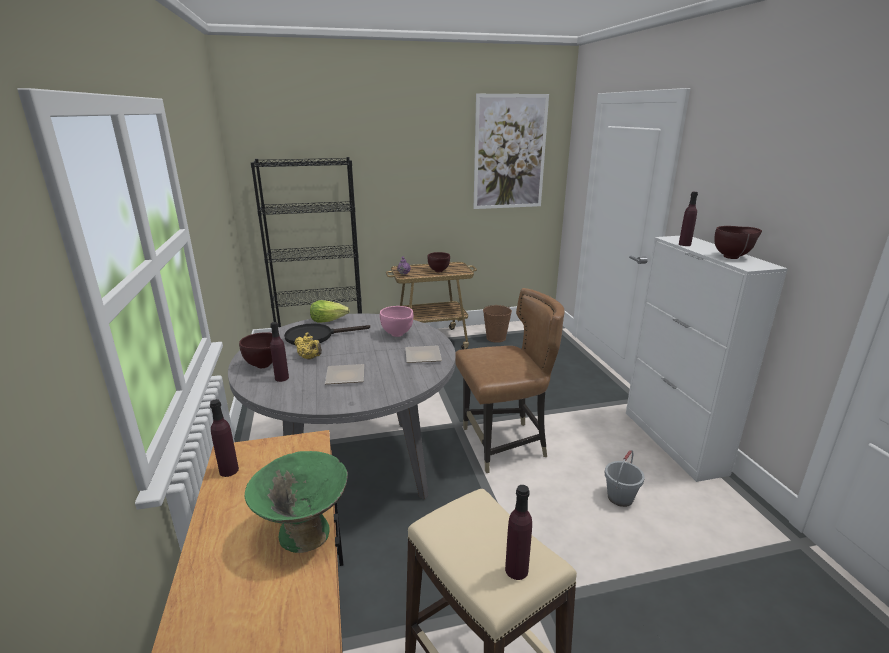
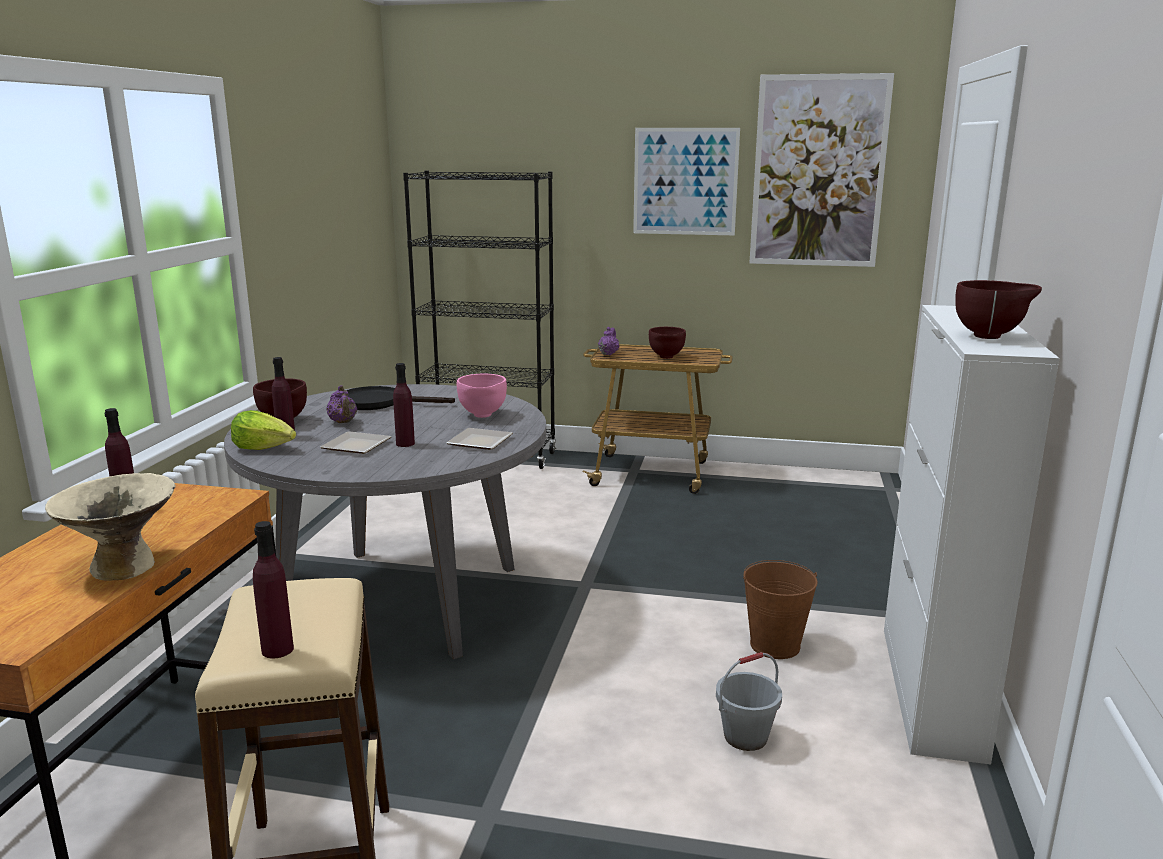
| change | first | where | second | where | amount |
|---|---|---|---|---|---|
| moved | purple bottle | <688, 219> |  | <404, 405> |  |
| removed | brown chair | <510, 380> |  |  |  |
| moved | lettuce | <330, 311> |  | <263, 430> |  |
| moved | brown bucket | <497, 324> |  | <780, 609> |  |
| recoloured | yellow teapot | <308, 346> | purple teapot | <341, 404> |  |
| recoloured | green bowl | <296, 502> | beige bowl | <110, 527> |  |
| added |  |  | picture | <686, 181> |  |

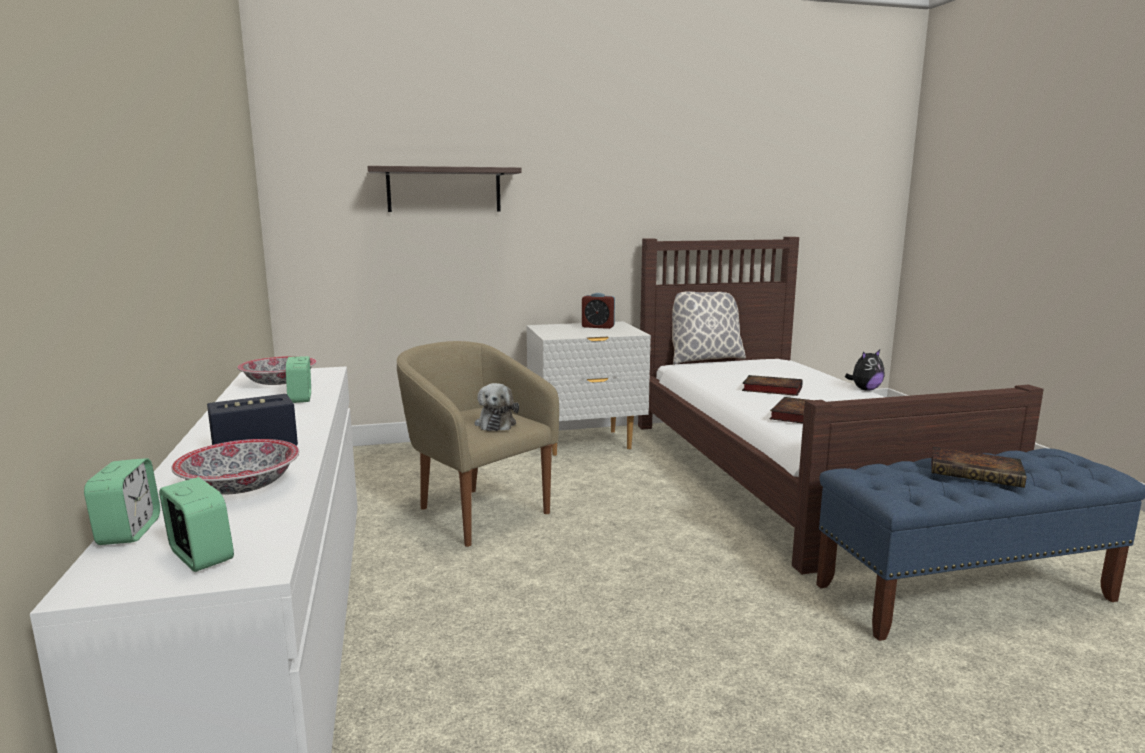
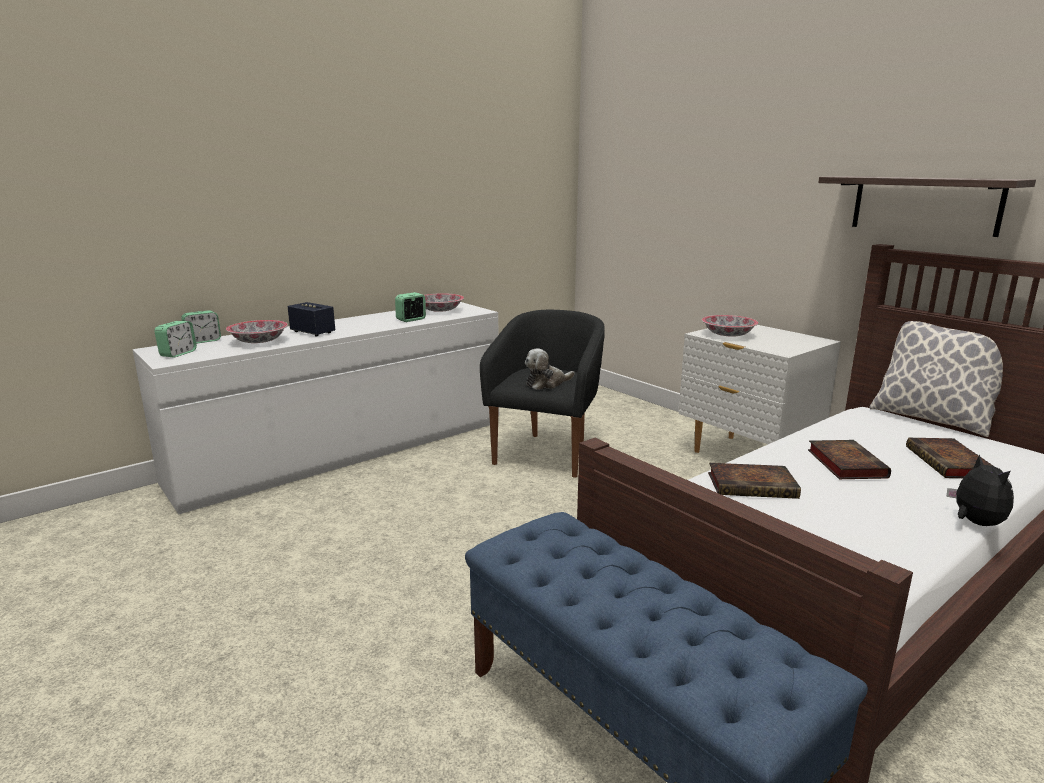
| change | first | where | second | where | amount |
|---|---|---|---|---|---|
| moved | shelf | <445, 189> |  | <927, 206> |  |
| removed | alarm clock | <598, 311> |  |  |  |
| recoloured | beige armchair | <478, 444> | black armchair | <542, 394> |  |
| turned | plush toy | <865, 370> |  | <980, 490> | 135 degrees counterclockwise |
| moved | book | <979, 467> |  | <950, 458> |  |
| added |  |  | bowl | <730, 326> |  |

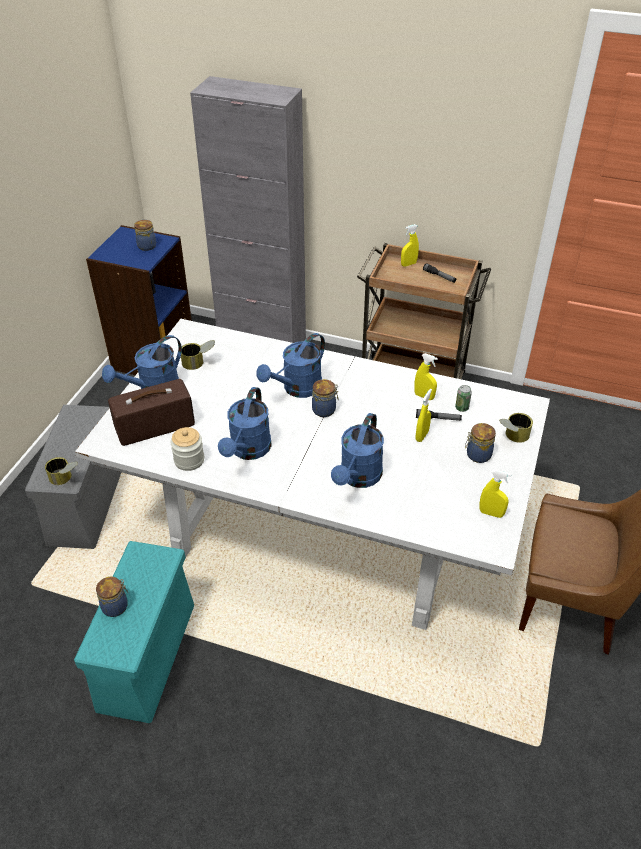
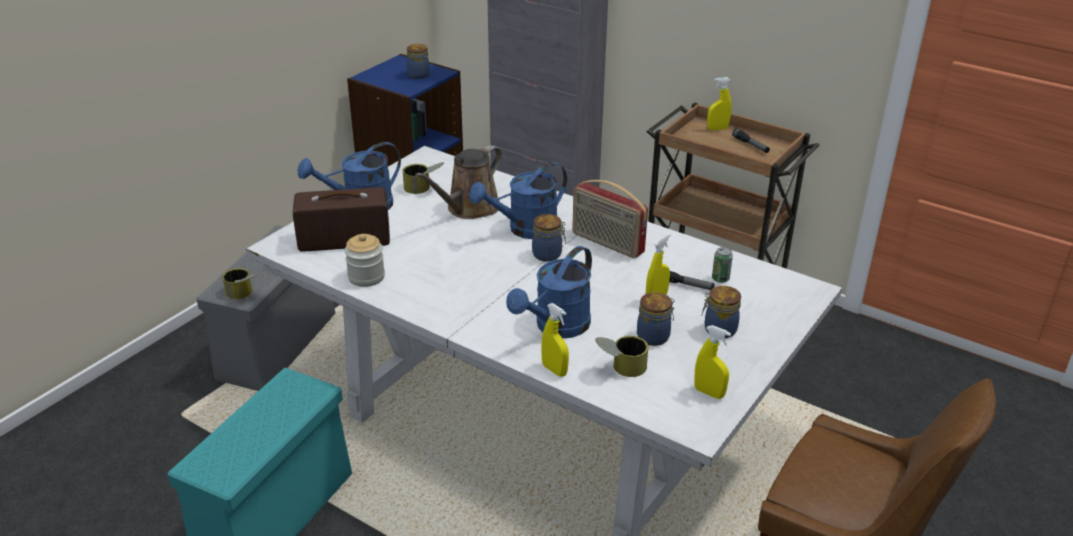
| change | first | where | second | where | amount |
|---|---|---|---|---|---|
| moved | yellow spray bottle | <426, 376> |  | <555, 340> |  |
| removed | blue watering can | <245, 423> |  |  |  |
| moved | can | <516, 428> |  | <622, 356> |  |
| moved | jar | <112, 597> |  | <656, 319> |  |
| added |  |  | brown watering can | <458, 182> |  |
| added |  |  | radio | <610, 219> |  |

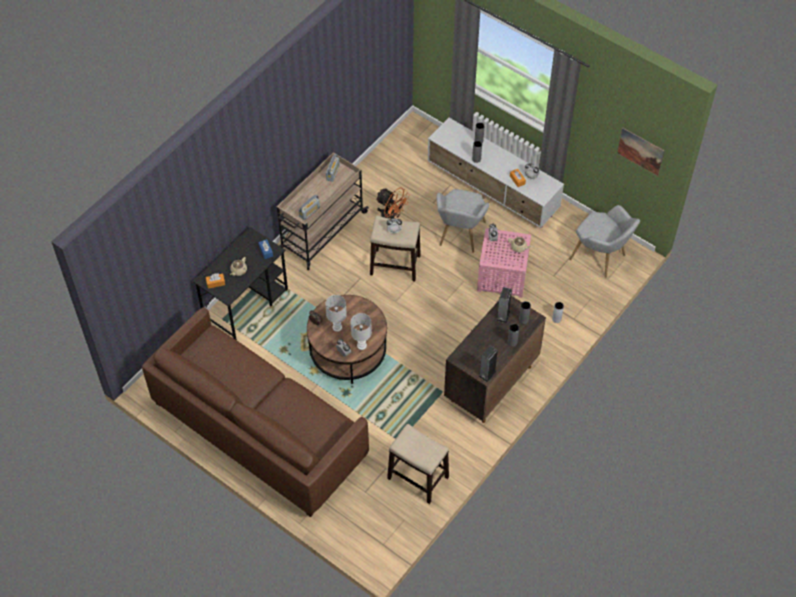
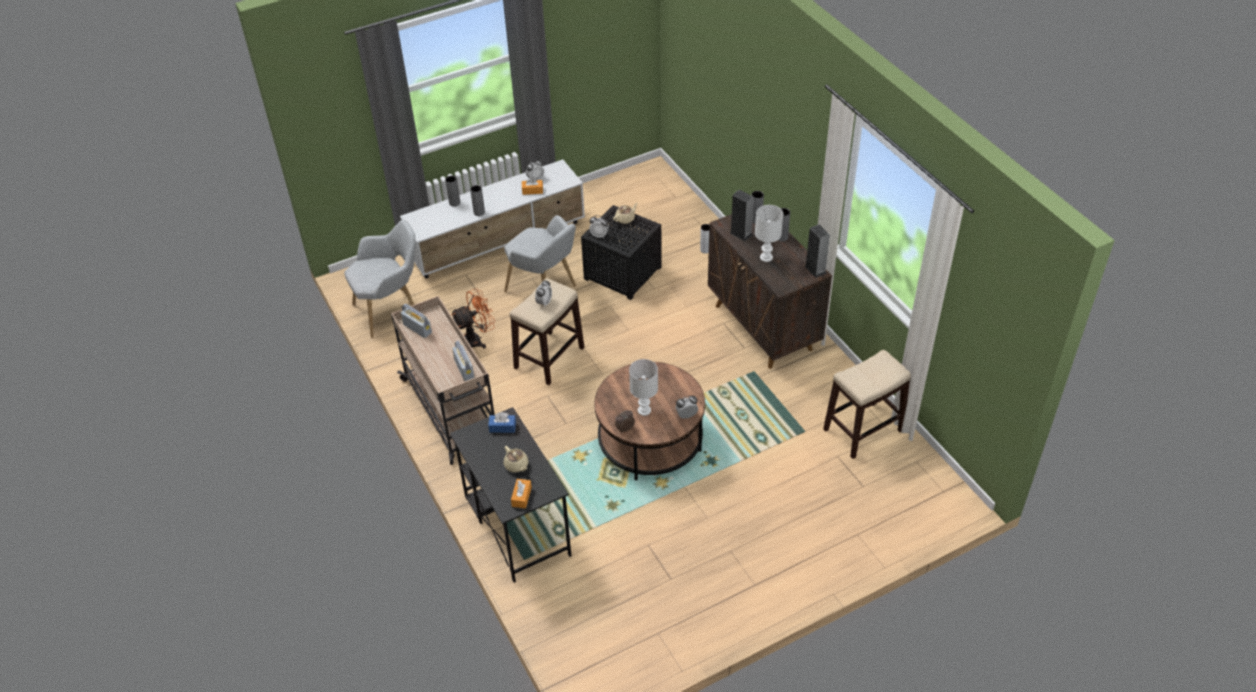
| change | first | where | second | where | amount |
|---|---|---|---|---|---|
| removed | picture | <641, 152> |  |  |  |
| moved | grey armchair | <604, 241> |  | <379, 279> |  |
| recoloured | pink side table | <504, 263> | black side table | <621, 252> |  |
| removed | brown sofa | <255, 412> |  |  |  |
| moved | white table lamp | <361, 331> |  | <769, 233> |  |

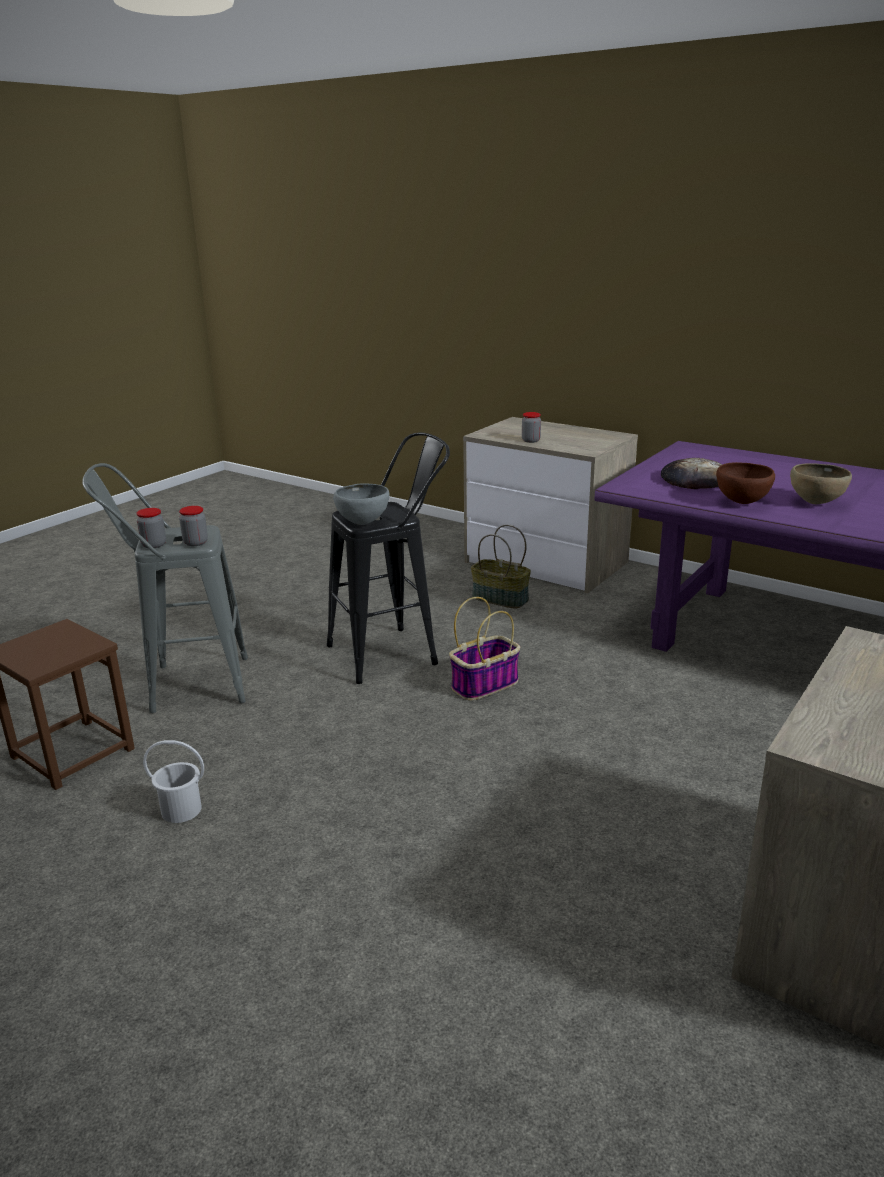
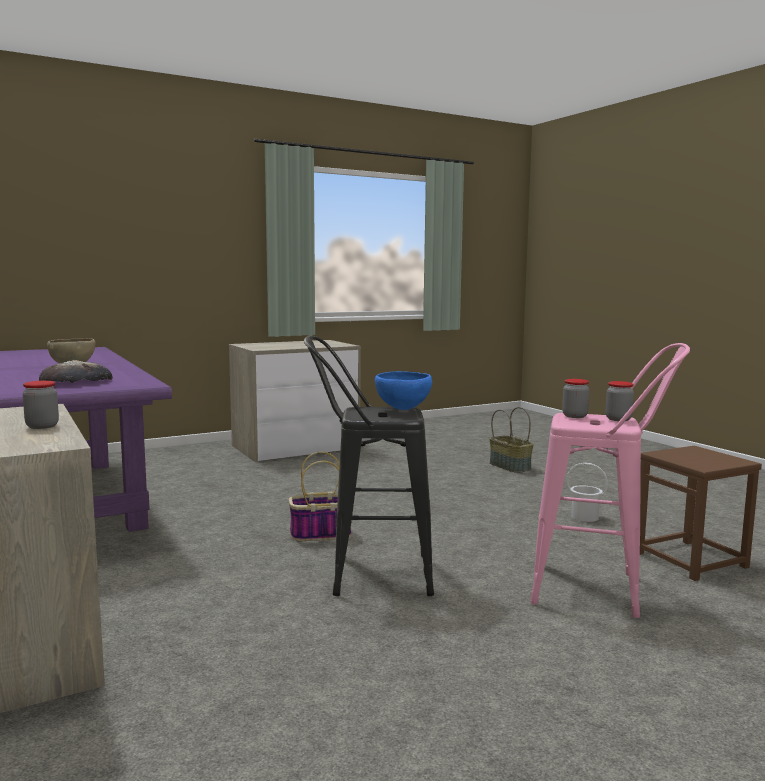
| change | first | where | second | where | amount |
|---|---|---|---|---|---|
| removed | brown bowl | <745, 483> |  |  |  |
| recoloured | grey stool | <165, 588> | pink stool | <610, 480> |  |
| recoloured | grey bowl | <361, 504> | blue bowl | <403, 390> |  |
| moved | basket | <501, 566> |  | <511, 440> |  |

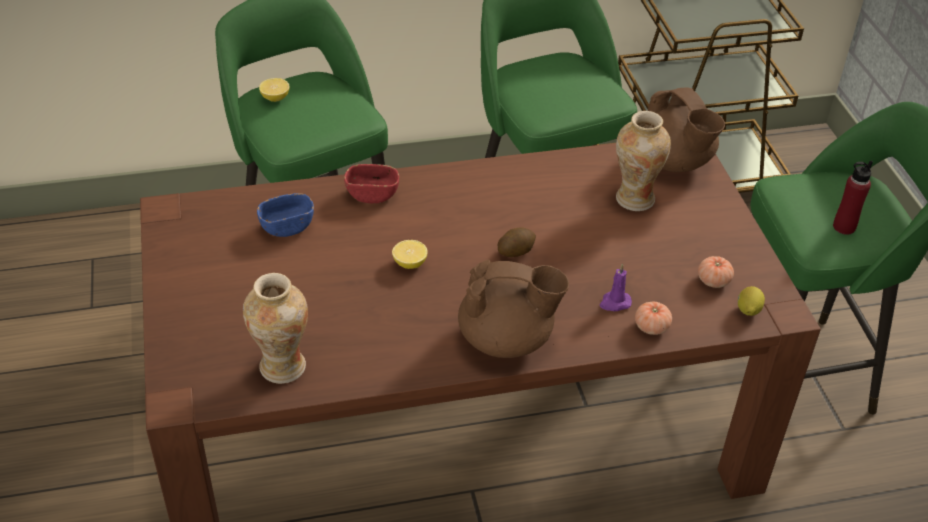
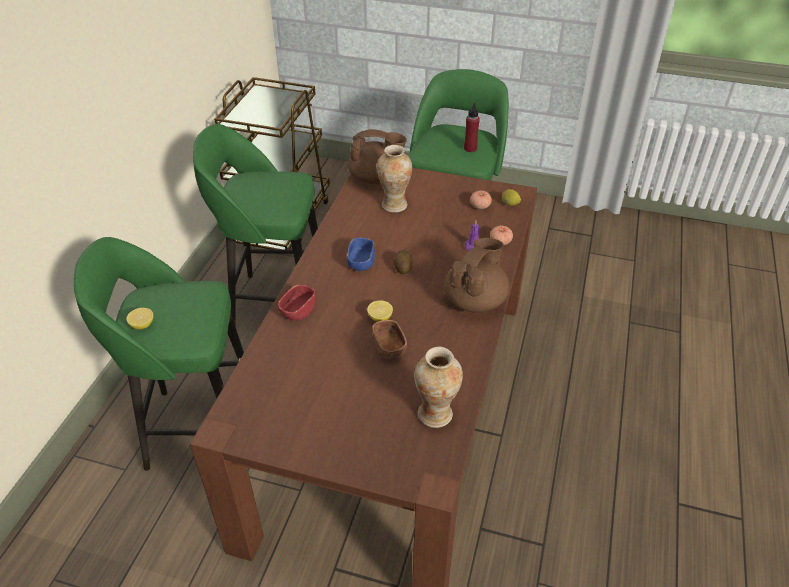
| change | first | where | second | where | amount |
|---|---|---|---|---|---|
| moved | blue bowl | <285, 215> |  | <361, 254> |  |
| added |  |  | brown bowl | <389, 339> |  |

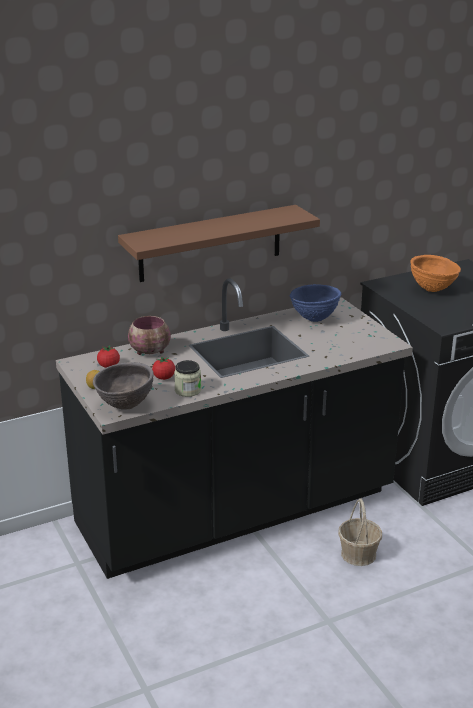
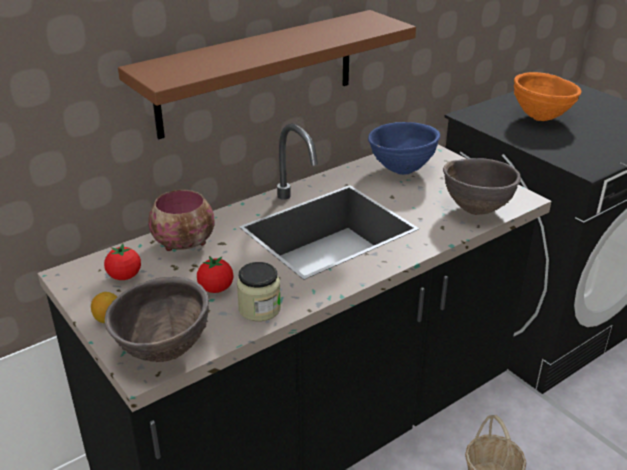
| change | first | where | second | where | amount |
|---|---|---|---|---|---|
| added |  |  | brown bowl | <482, 186> |  |

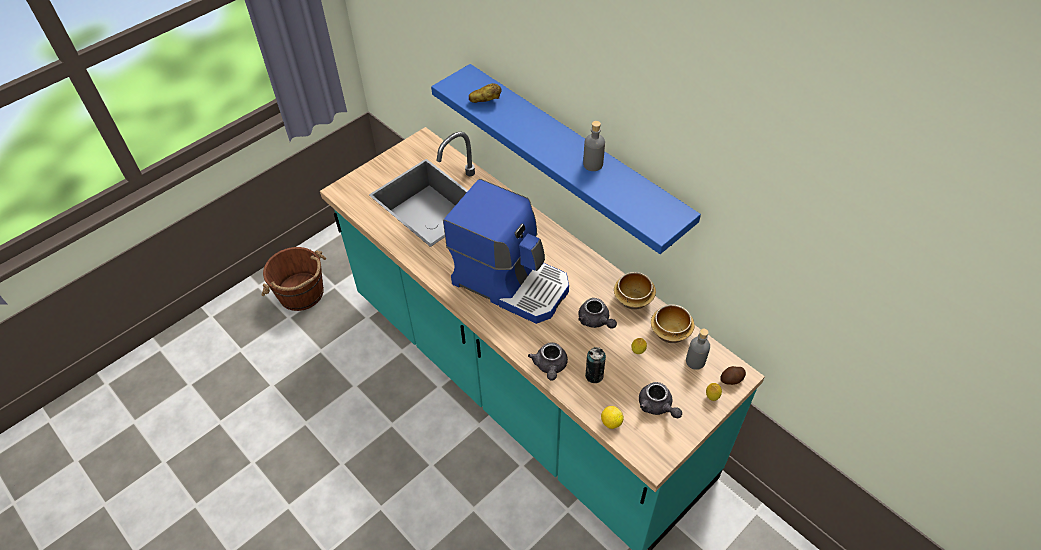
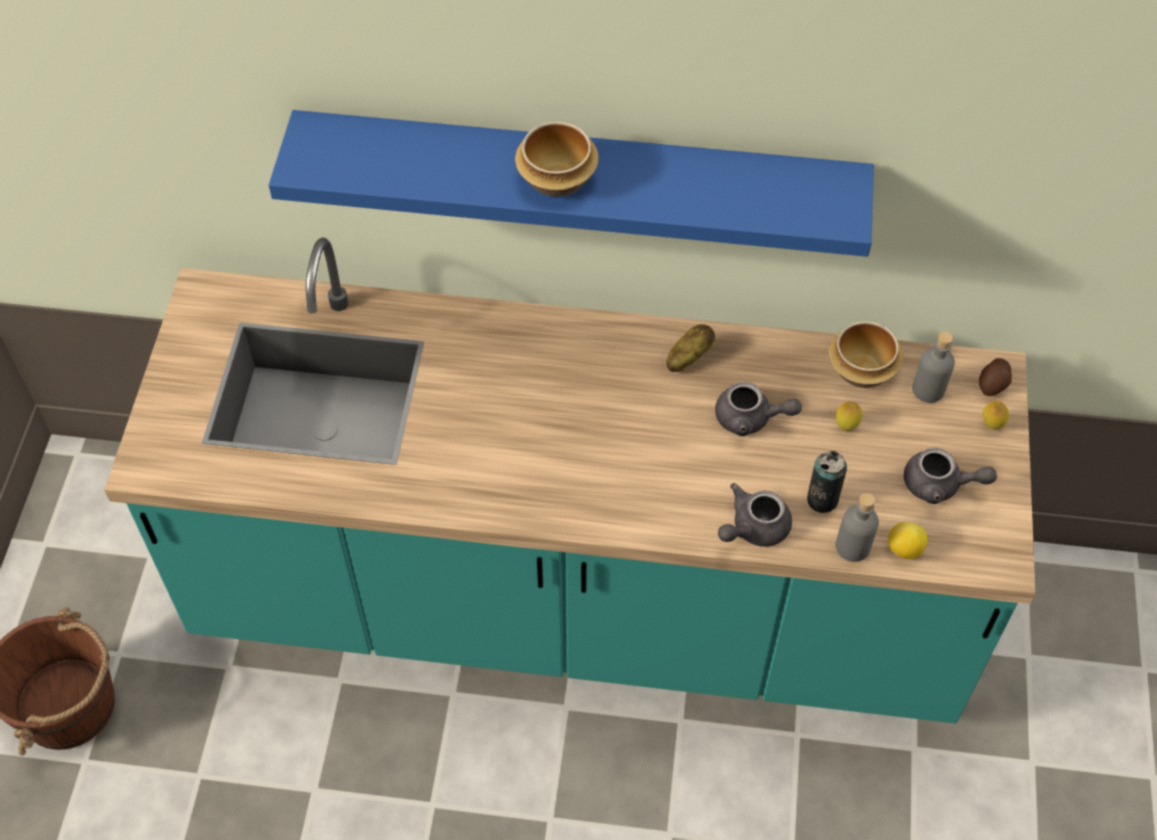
| change | first | where | second | where | amount |
|---|---|---|---|---|---|
| moved | potato | <485, 93> |  | <690, 348> |  |
| moved | grey bottle | <594, 146> |  | <857, 527> |  |
| removed | coffee machine | <506, 251> |  |  |  |
| moved | bowl | <635, 291> |  | <557, 159> |  |
| turned | grey teapot | <548, 362> |  | <755, 515> | 90 degrees clockwise |

